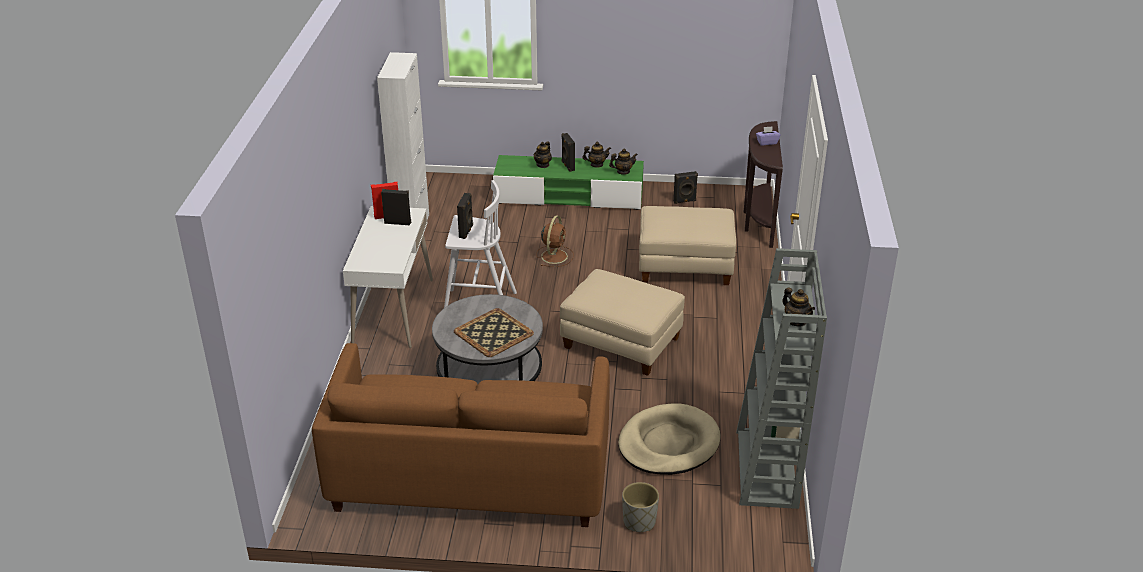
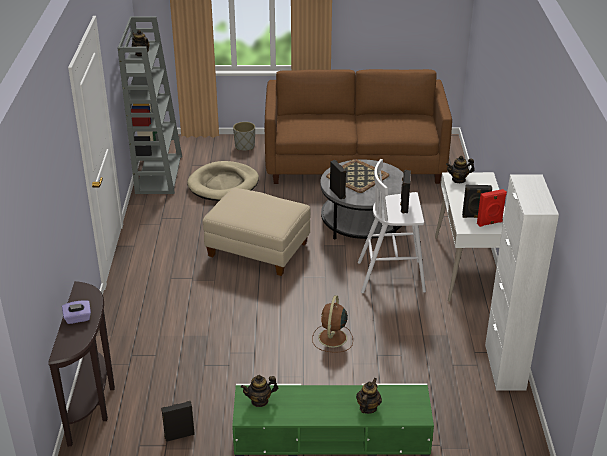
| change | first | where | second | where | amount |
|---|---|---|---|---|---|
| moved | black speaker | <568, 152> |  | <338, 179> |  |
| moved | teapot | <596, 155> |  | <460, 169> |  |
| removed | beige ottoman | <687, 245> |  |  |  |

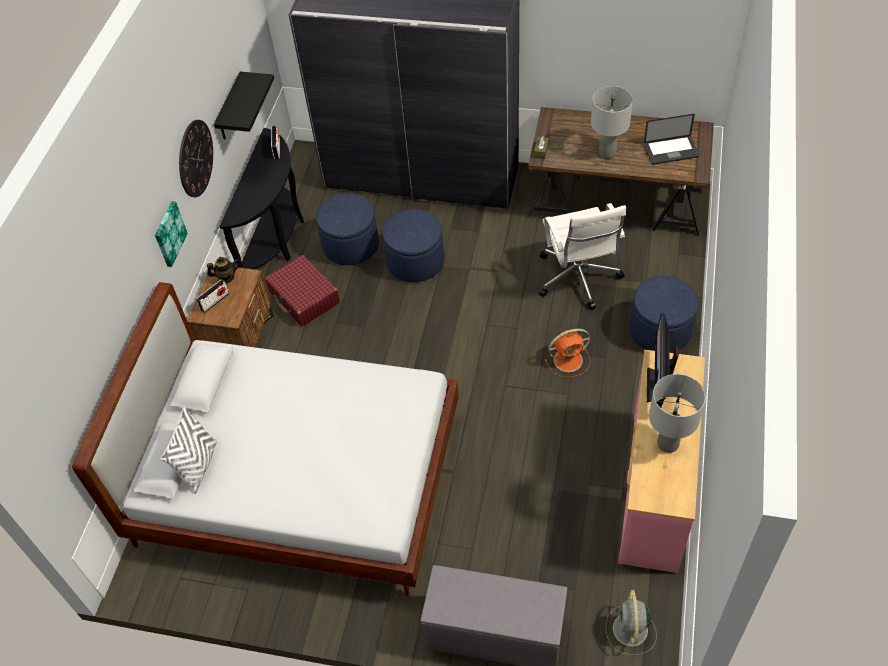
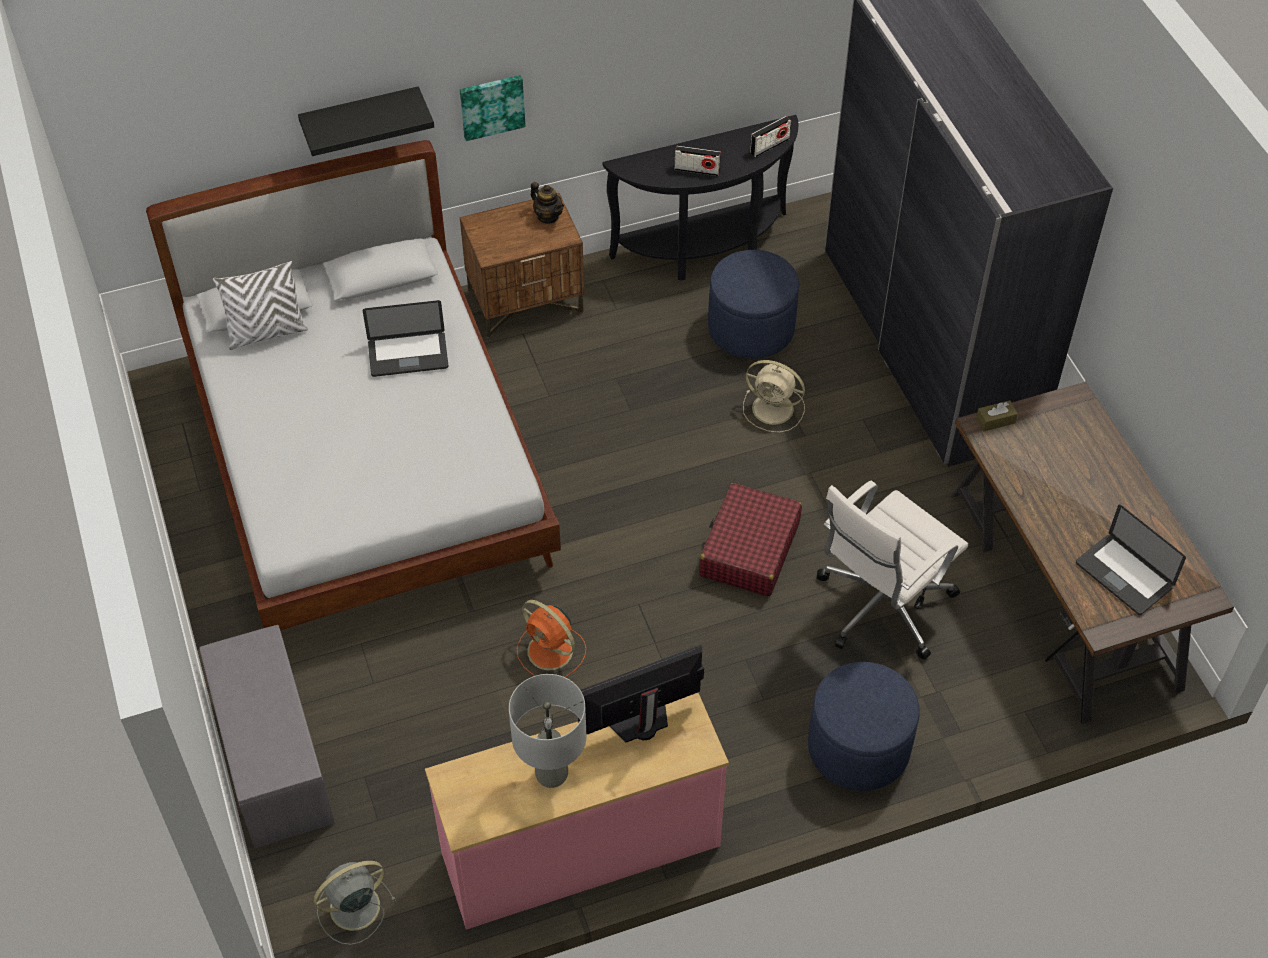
| change | first | where | second | where | amount |
|---|---|---|---|---|---|
| moved | black shelf | <244, 105> |  | <366, 121> |  |
| removed | grey table lamp | <612, 122> |  |  |  |
| removed | wall clock | <196, 158> |  |  |  |
| replaced | blue ottoman | <413, 245> | beige fan | <774, 396> |  |
| moved | red suitcase | <302, 290> |  | <750, 540> |  |
| moved | radio | <212, 296> |  | <698, 161> |  |
| moved | orange fan | <567, 353> |  | <551, 638> |  |
| added |  |  | laptop | <405, 338> |  |

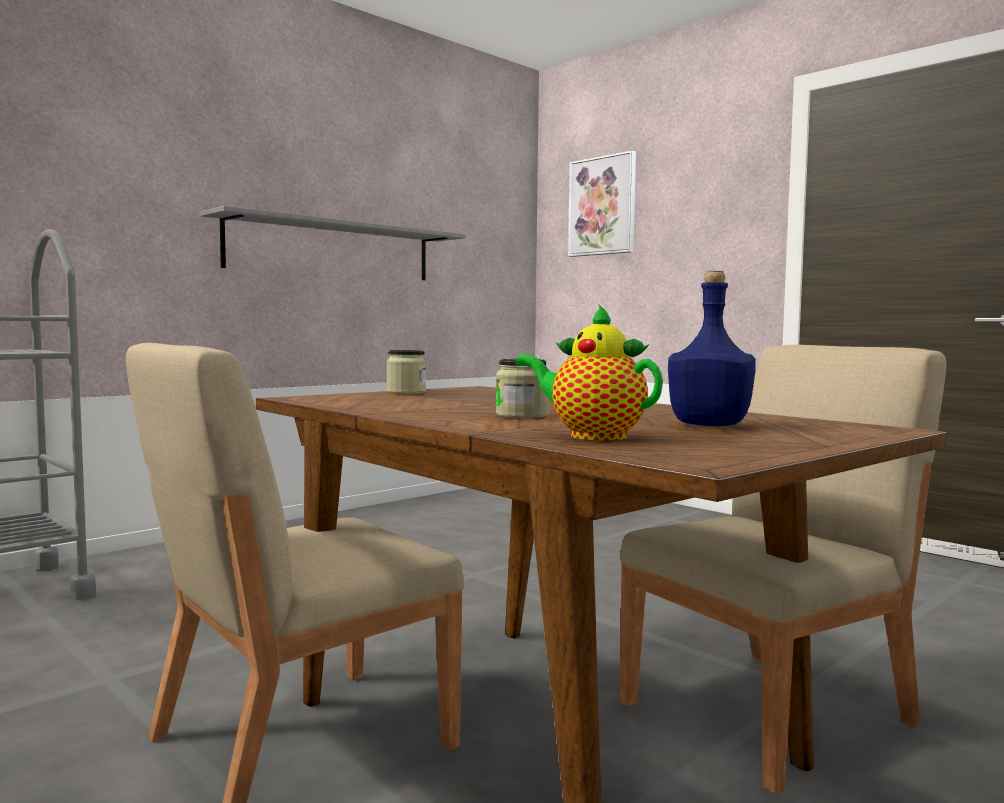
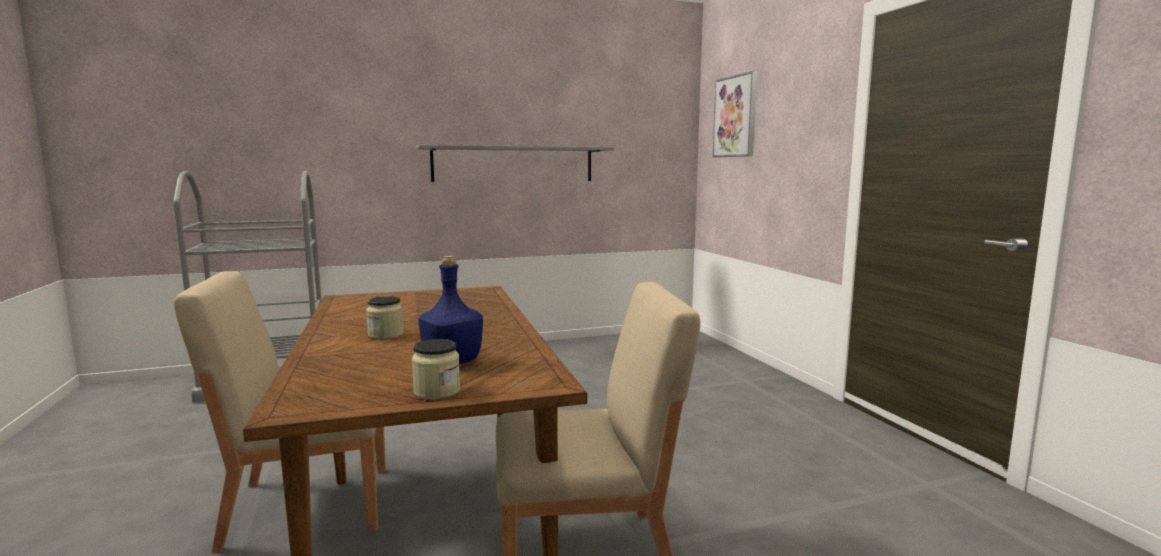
| change | first | where | second | where | amount |
|---|---|---|---|---|---|
| removed | teapot | <589, 372> |  |  |  |
| moved | jar | <406, 372> |  | <436, 369> |  |

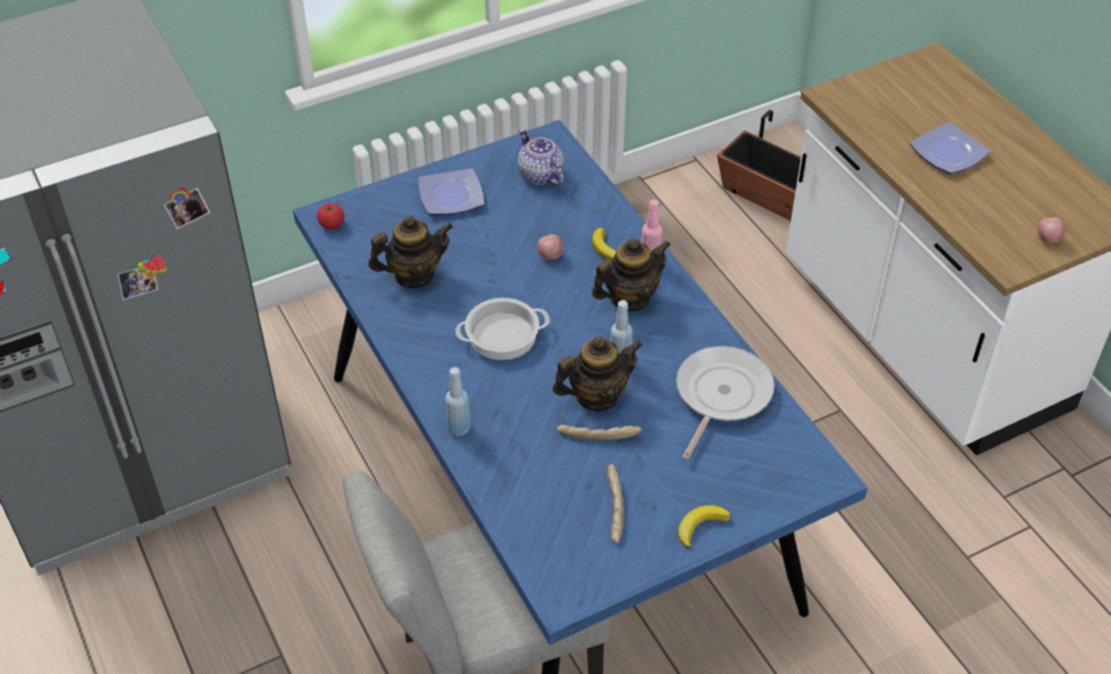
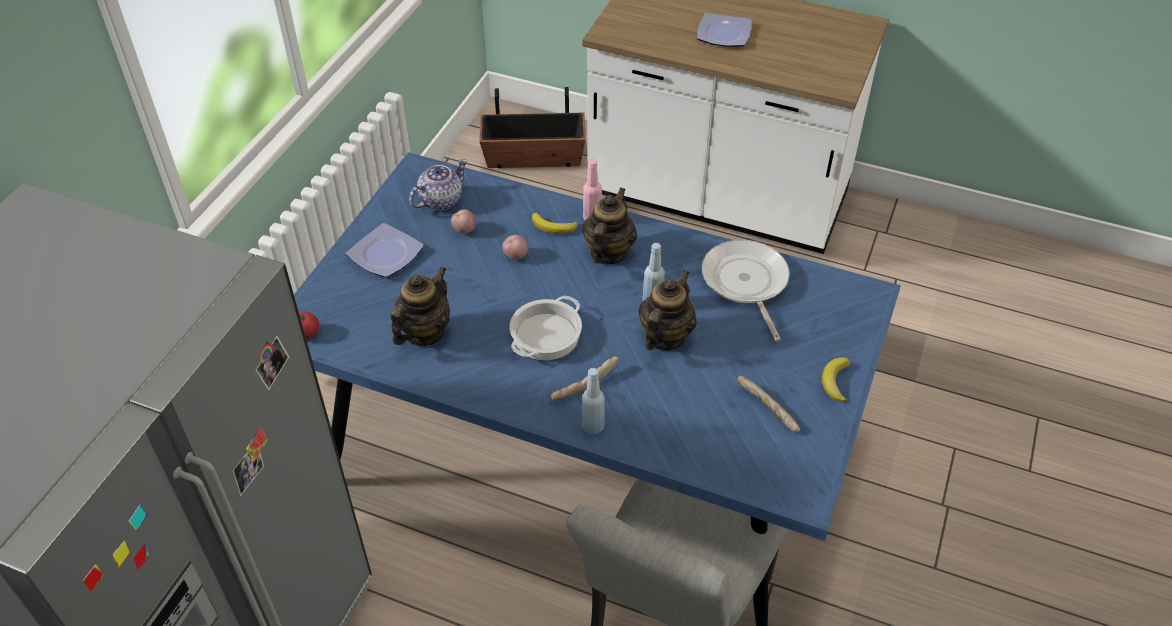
| change | first | where | second | where | amount |
|---|---|---|---|---|---|
| turned | teapot | <541, 156> |  | <438, 184> | 120 degrees clockwise |
| moved | apple | <1051, 230> |  | <463, 221> |  |
| moved | bread | <599, 432> |  | <584, 378> |  |

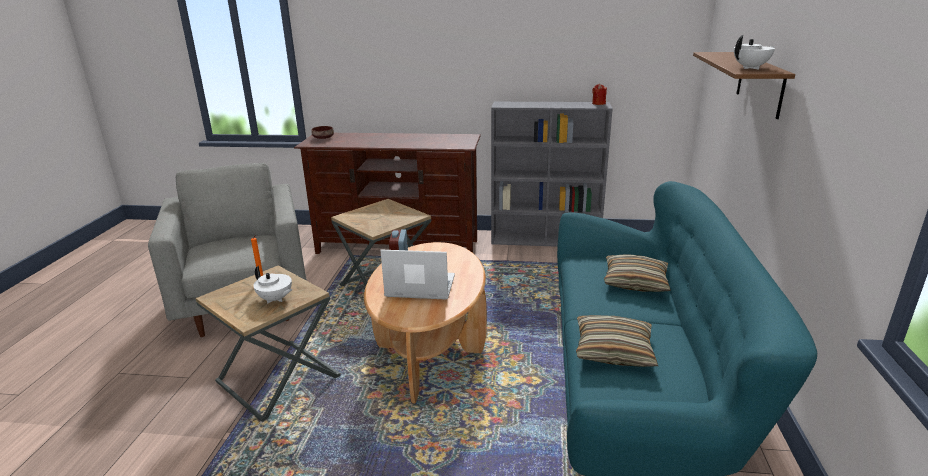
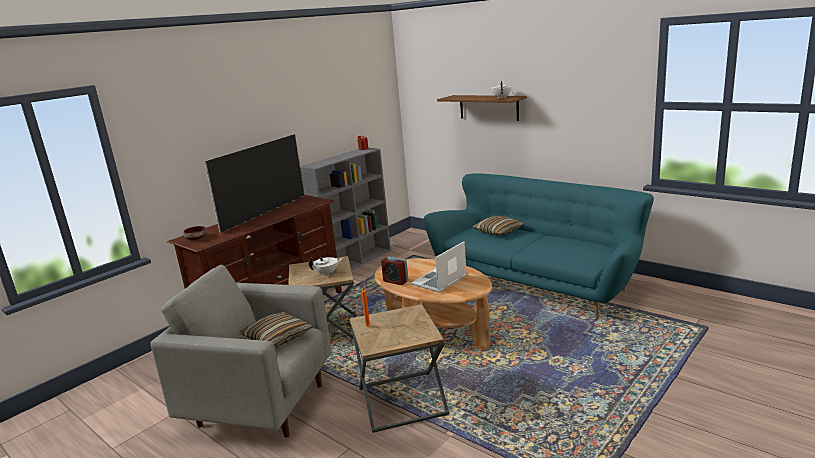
| change | first | where | second | where | amount |
|---|---|---|---|---|---|
| moved | white teapot | <272, 284> |  | <326, 266> |  |
| moved | pillow | <617, 341> |  | <276, 329> |  |
| added |  |  | television | <255, 183> |  |

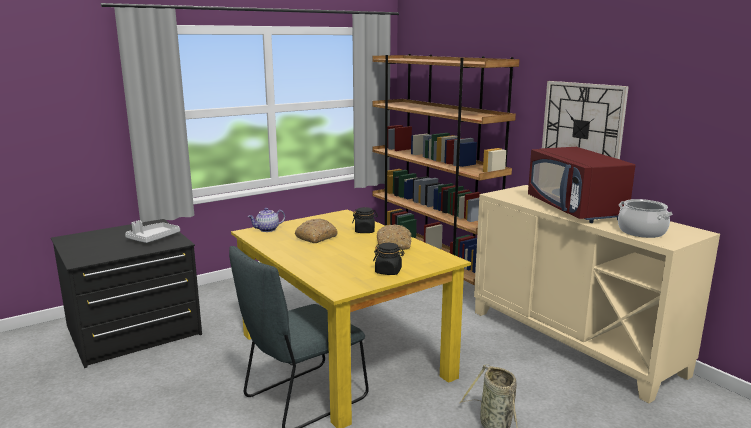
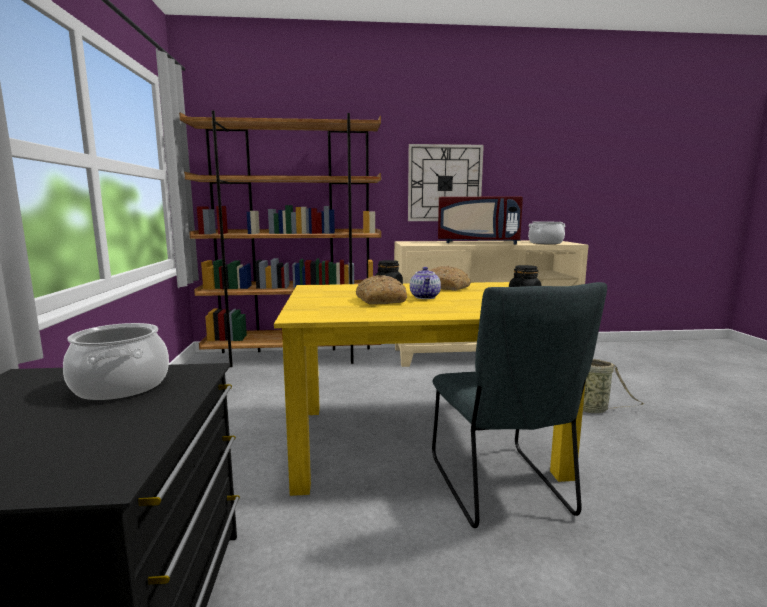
| change | first | where | second | where | amount |
|---|---|---|---|---|---|
| moved | teapot | <266, 220> |  | <425, 283> |  |
| replaced | grey tray | <152, 231> | cooking pot | <116, 361> |  |

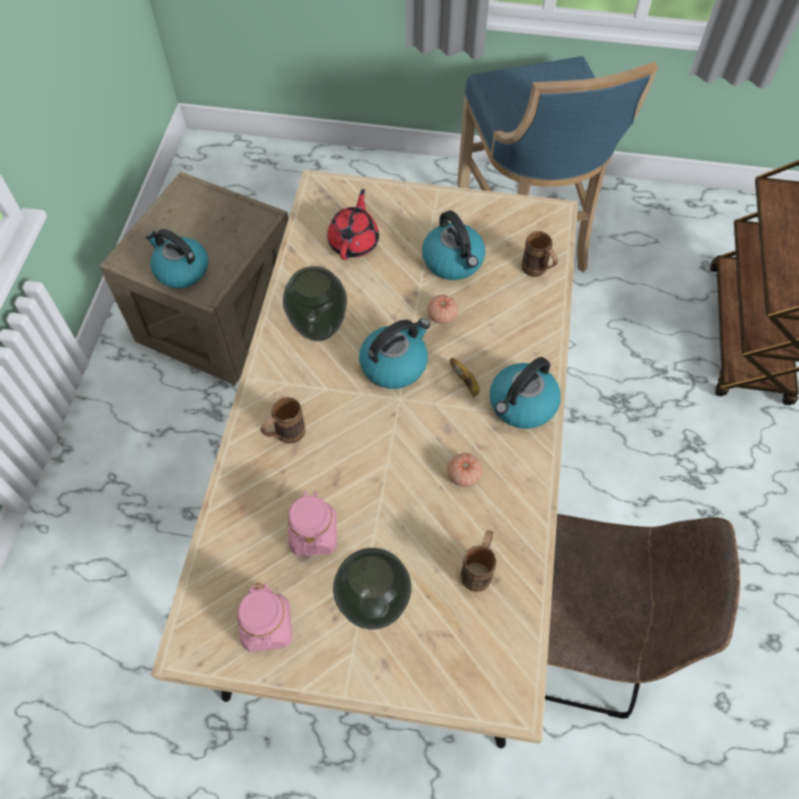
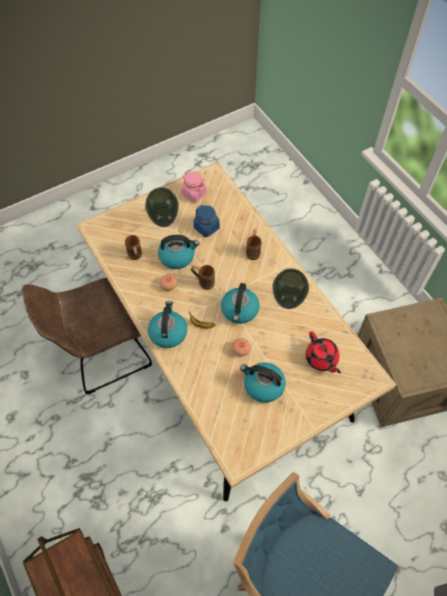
| change | first | where | second | where | amount |
|---|---|---|---|---|---|
| moved | kettle | <177, 258> |  | <179, 252> |  |
| moved | brown mug | <540, 254> |  | <203, 277> |  |
| recoloured | pink jar | <312, 523> | blue jar | <206, 221> |  |

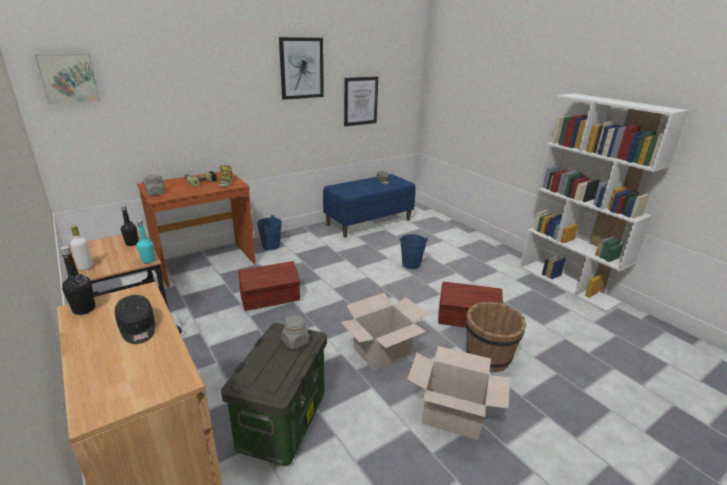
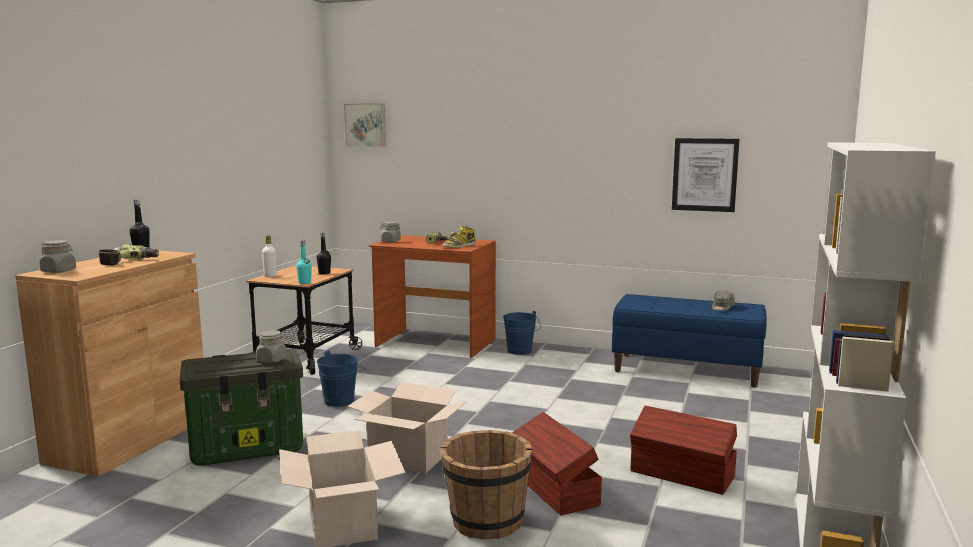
| change | first | where | second | where | amount |
|---|---|---|---|---|---|
| removed | picture | <301, 68> |  |  |  |
| moved | blue bucket | <413, 251> |  | <341, 378> |  |
| moved | brown storage box | <269, 286> |  | <683, 450> |  |
| replaced | black cap | <135, 319> | power drill | <129, 255> |  |
| added |  |  | grey jar | <58, 256> |  |

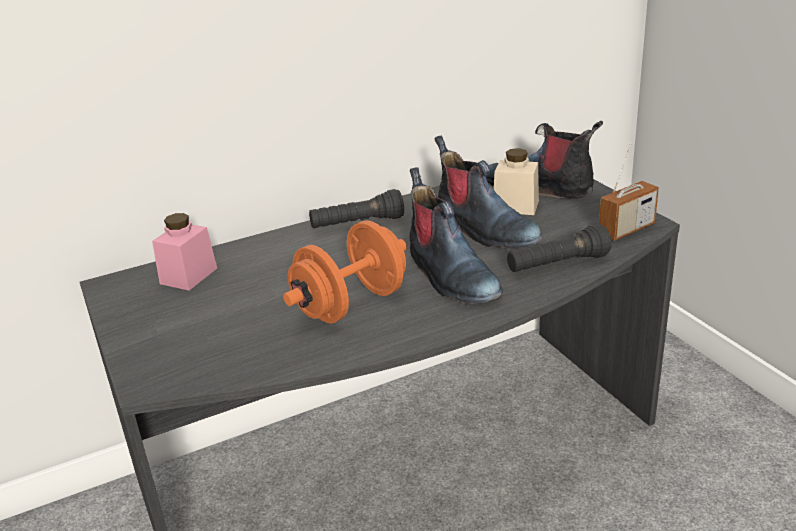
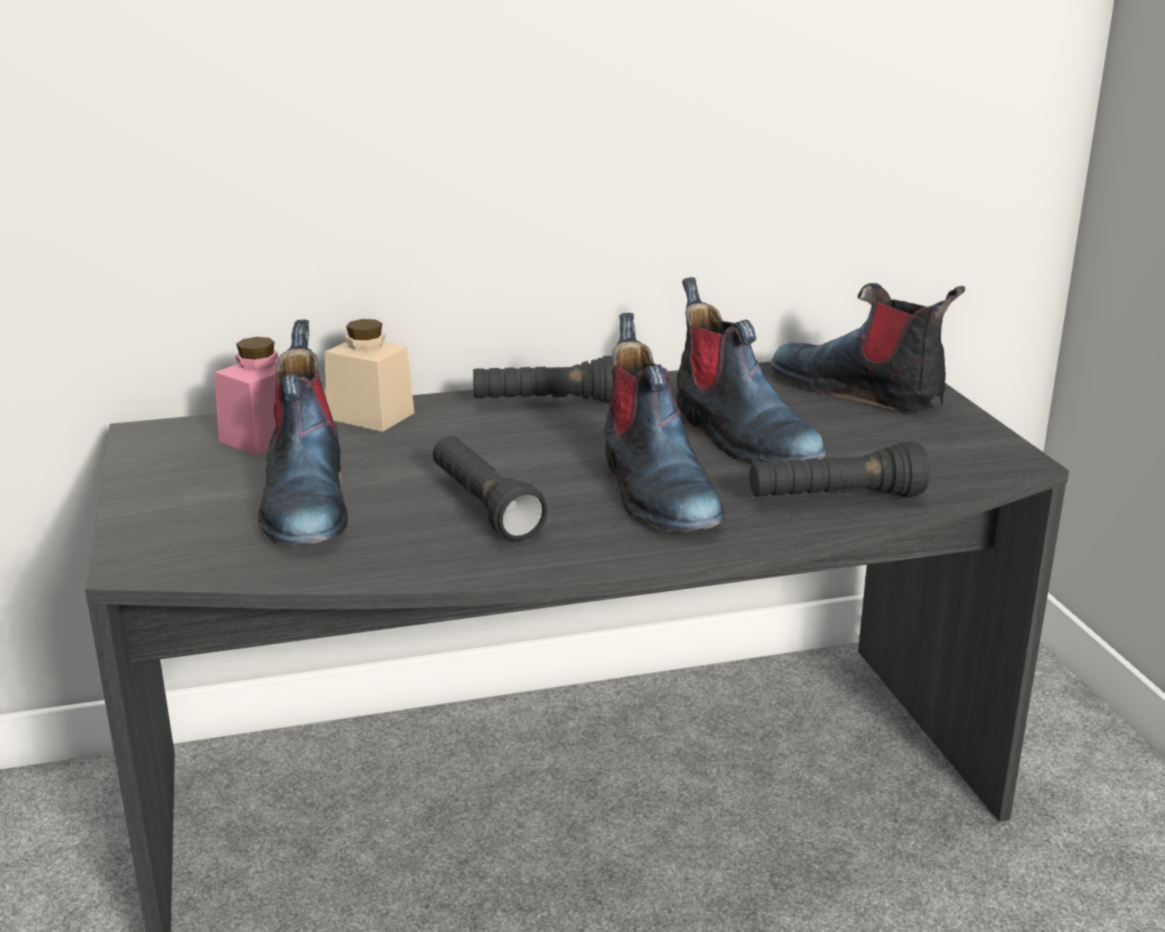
| change | first | where | second | where | amount |
|---|---|---|---|---|---|
| removed | radio | <629, 191> |  |  |  |
| moved | beige jar | <516, 181> |  | <369, 375> |  |
| replaced | orange dumbbell | <345, 271> | black flashlight | <490, 488> |  |
| added |  |  | boot | <303, 432> |  |

